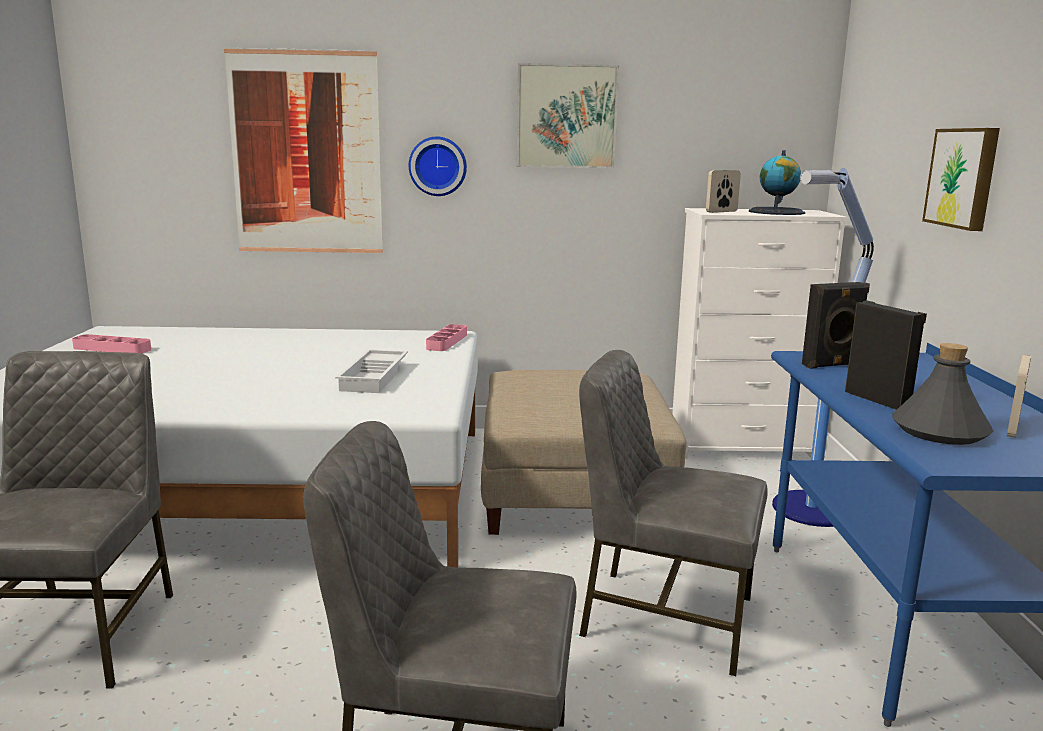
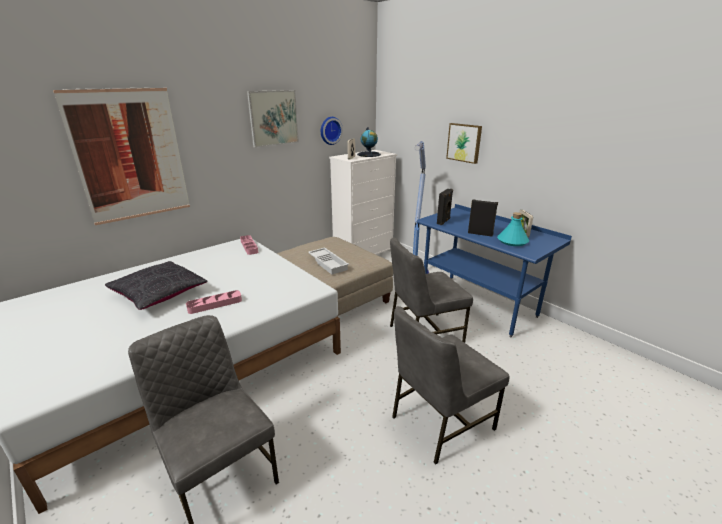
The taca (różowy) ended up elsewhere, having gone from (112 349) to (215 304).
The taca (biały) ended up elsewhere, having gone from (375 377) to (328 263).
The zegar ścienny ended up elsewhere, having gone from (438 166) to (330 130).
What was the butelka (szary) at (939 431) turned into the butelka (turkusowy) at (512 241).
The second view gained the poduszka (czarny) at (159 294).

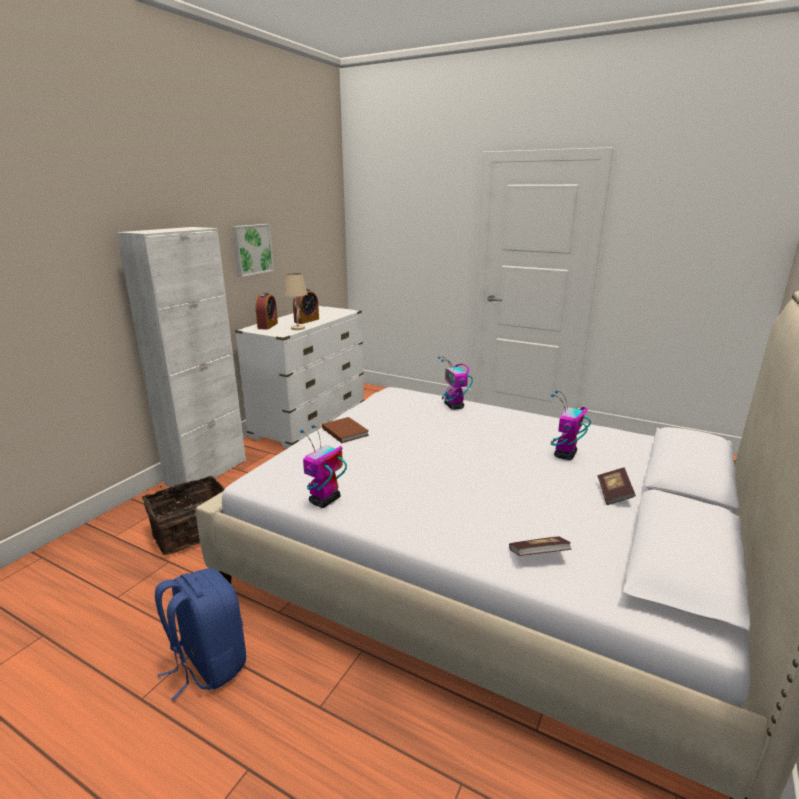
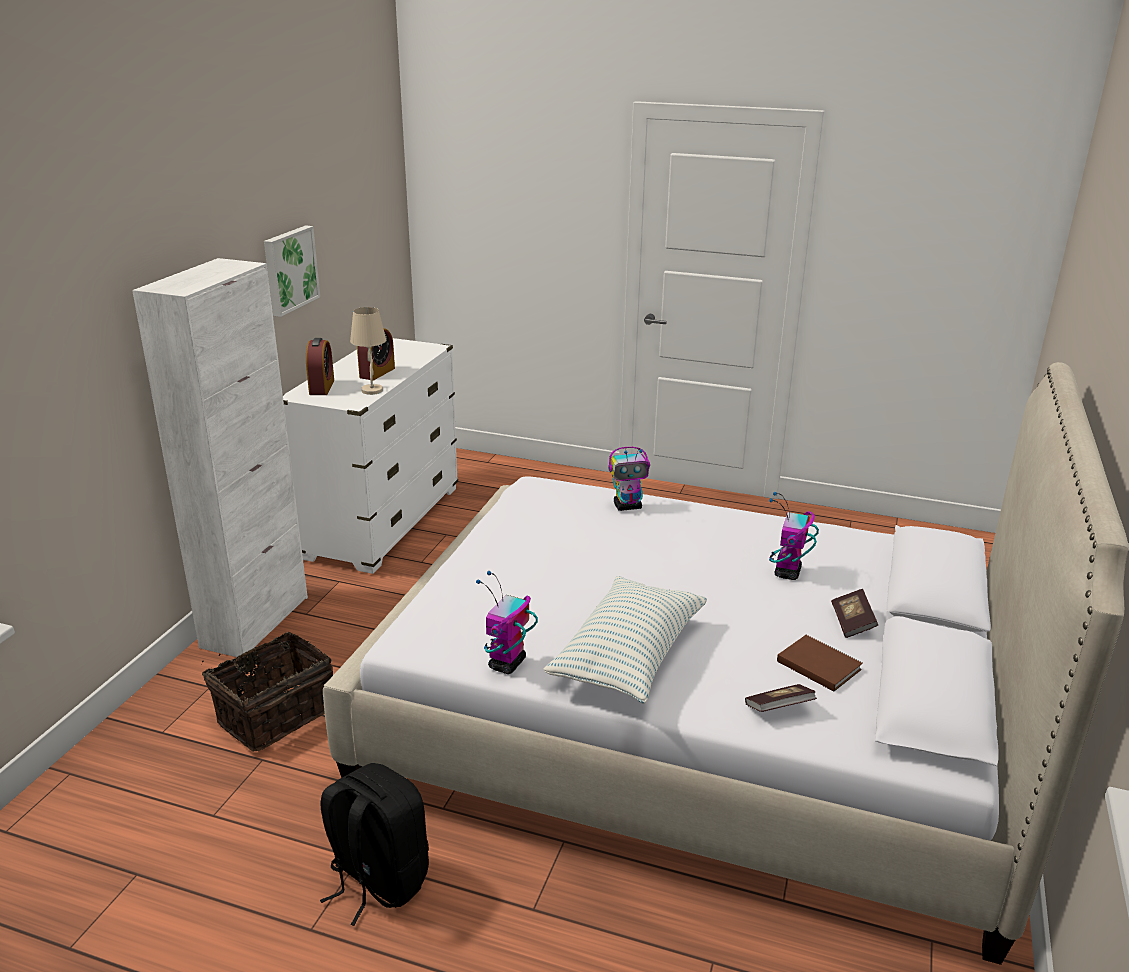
What was the plecak (niebieski) at (208 664) turned into the plecak (czarny) at (377 880).
The książka (brązowy) ended up elsewhere, having gone from (345 431) to (817 664).
The robot zabawkowy at (454 406) ended up facing another way, 75 degrees counterclockwise from before.
The second view gained the poduszka at (628 656).

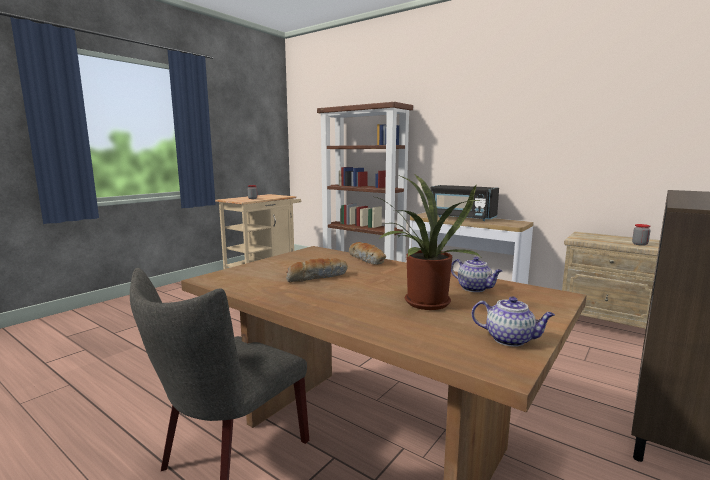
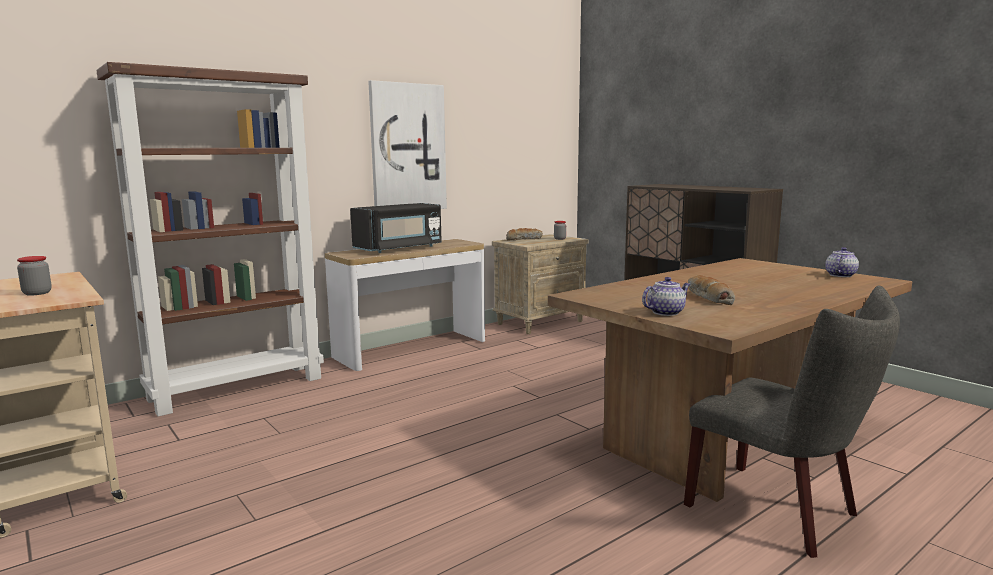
The chleb ended up elsewhere, having gone from (367 260) to (524 239).
The second view lost the roślina doniczkowa at (423 304).
The imbryk ended up elsewhere, having gone from (475 288) to (666 312).
The second view gained the obraz at (408 148).

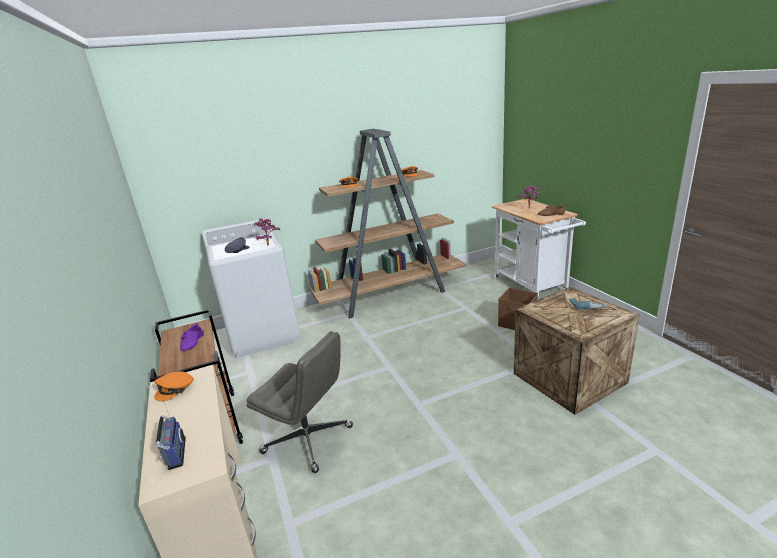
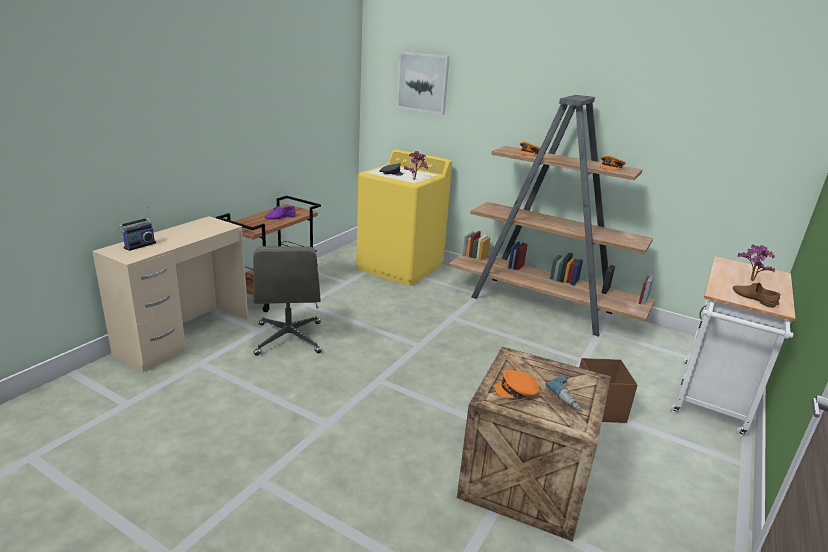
The czapka z daszkiem (pomarańczowy) ended up elsewhere, having gone from (175 389) to (517 391).
What was the pralka (biały) at (263 334) turned into the pralka (żółty) at (400 267).
The second view gained the obraz at (423 82).

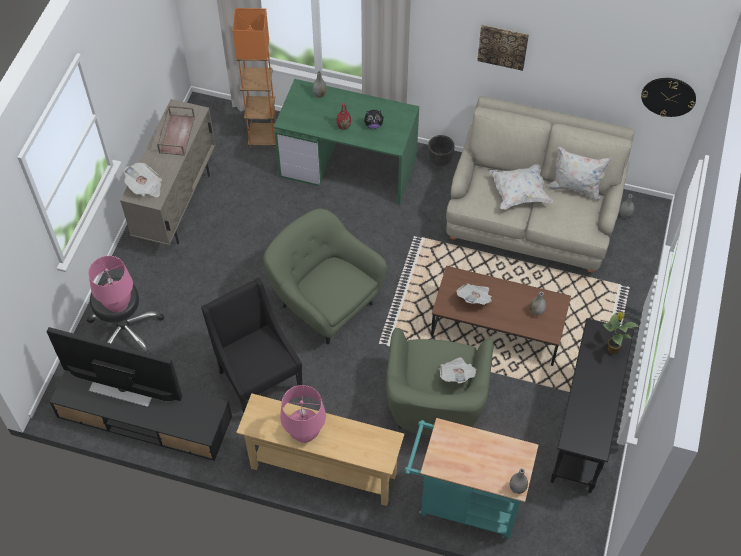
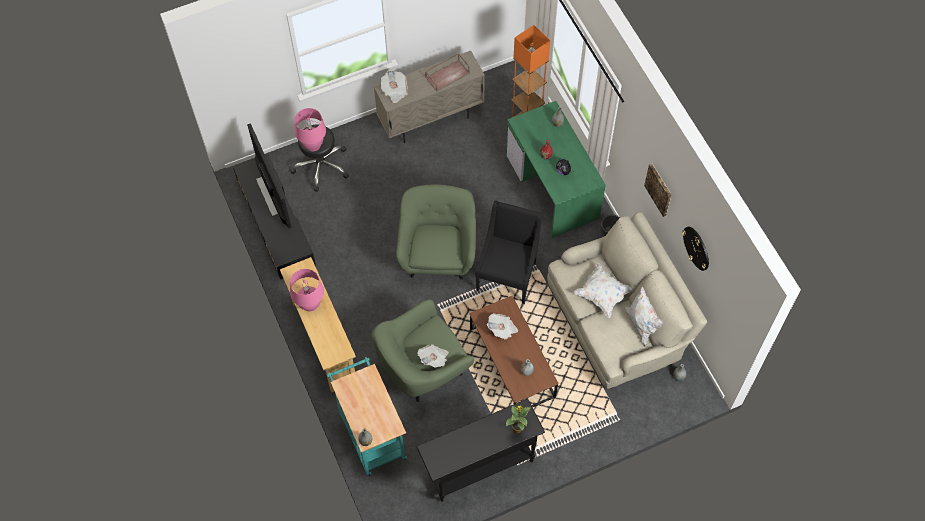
The fotel (czarny) ended up elsewhere, having gone from (258 379) to (507 275).
The zegar ścienny ended up elsewhere, having gone from (668 96) to (696 248).

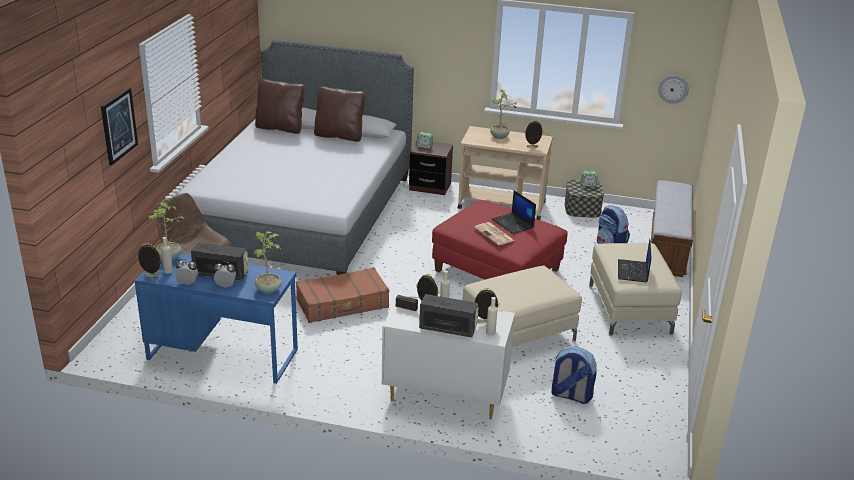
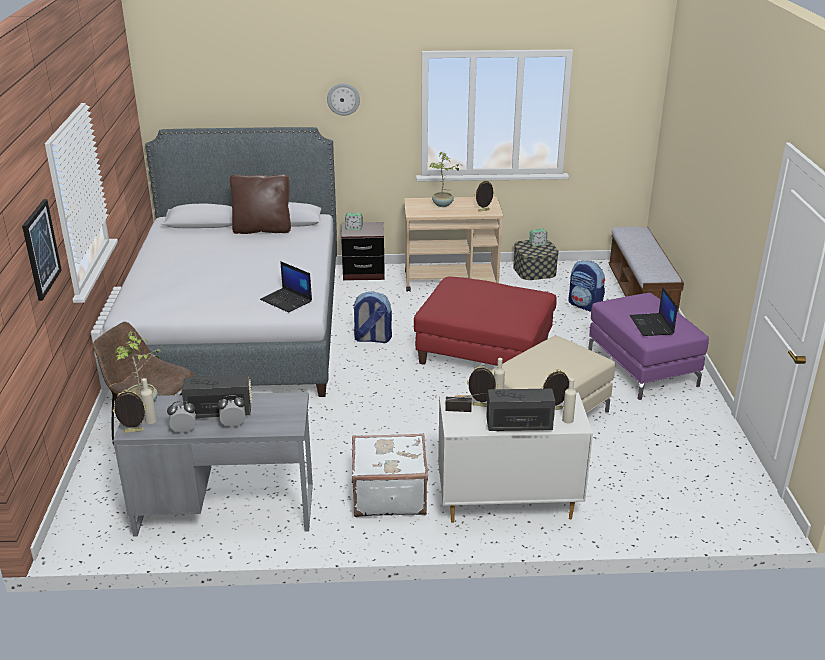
What was the biurko (niebieski) at (222 354) turned into the biurko (szary) at (225 509).
The second view lost the roślina doniczkowa at (269 289).
The second view lost the poduszka (brązowy) at (280 128).
The second view lost the walizka (brązowy) at (343 304).
The second view lost the gazeta at (495 234).
The laptop ended up elsewhere, having gone from (513 223) to (287 300).
The plecak ended up elsewhere, having gone from (570 395) to (372 339).
What was the pufa (beżowy) at (630 310) turned into the pufa (fioletowy) at (643 368).
The zegar ścienny ended up elsewhere, having gone from (673 89) to (343 99).
The second view gained the walizka (biały) at (388 495).

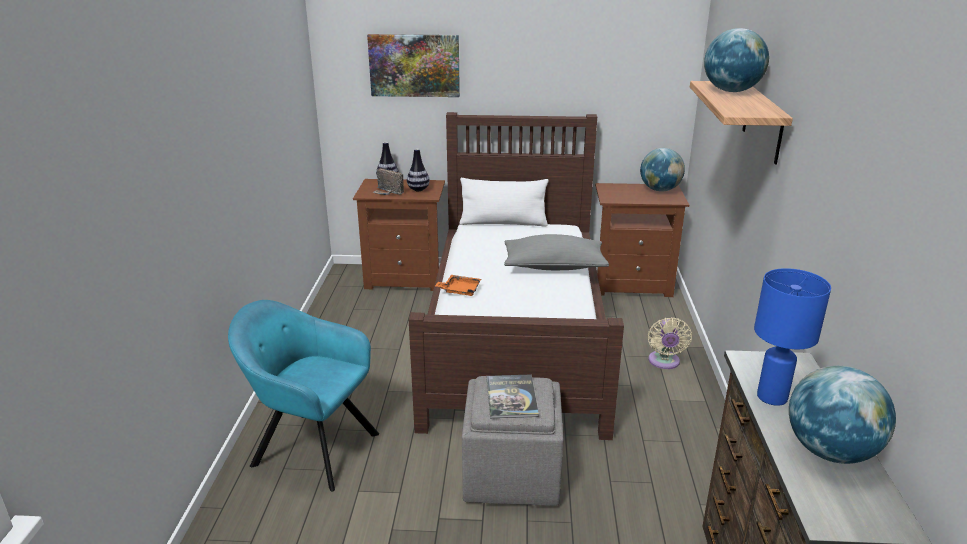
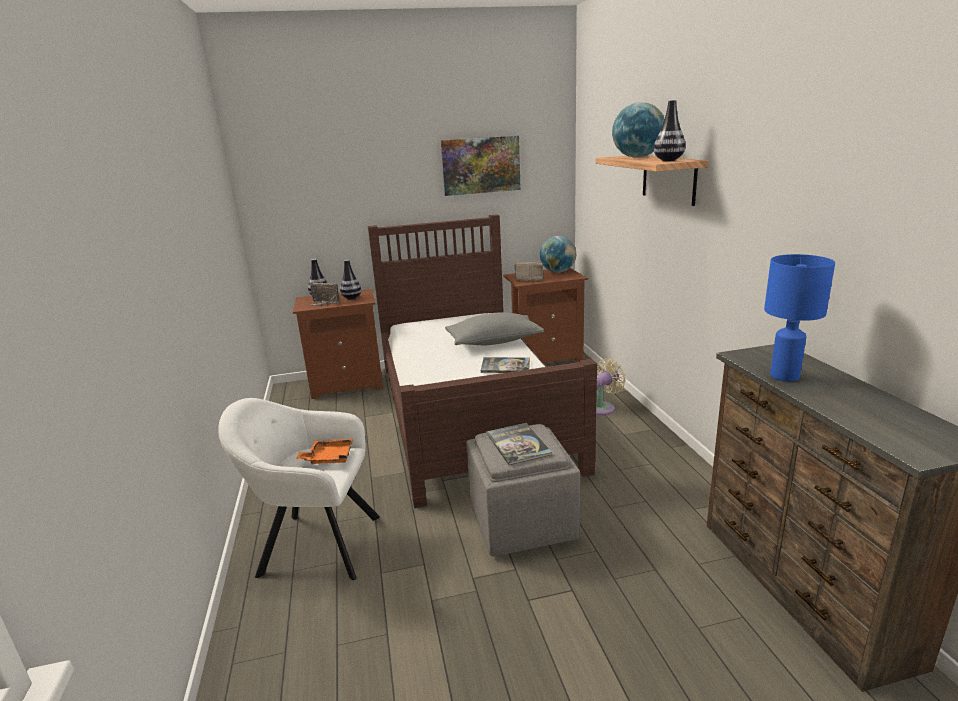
What was the fotel (turkusowy) at (311 448) turned into the fotel (biały) at (315 544).
The obraz ended up elsewhere, having gone from (414 65) to (481 165).
The taca (pomarańczowy) ended up elsewhere, having gone from (460 290) to (329 458).
The second view lost the poduszka (biały) at (503 223).
The wentylator (beżowy) at (664 362) ended up facing another way, 120 degrees counterclockwise from before.
The second view lost the globus at (830 451).
The second view gained the książka at (505 366).
The second view gained the radio at (528 279).
The second view gained the wazon at (668 160).

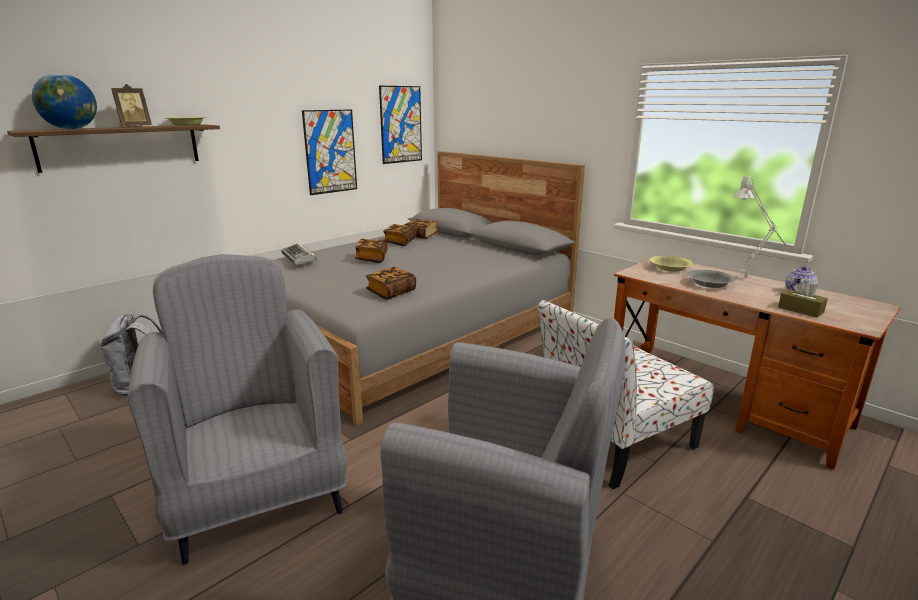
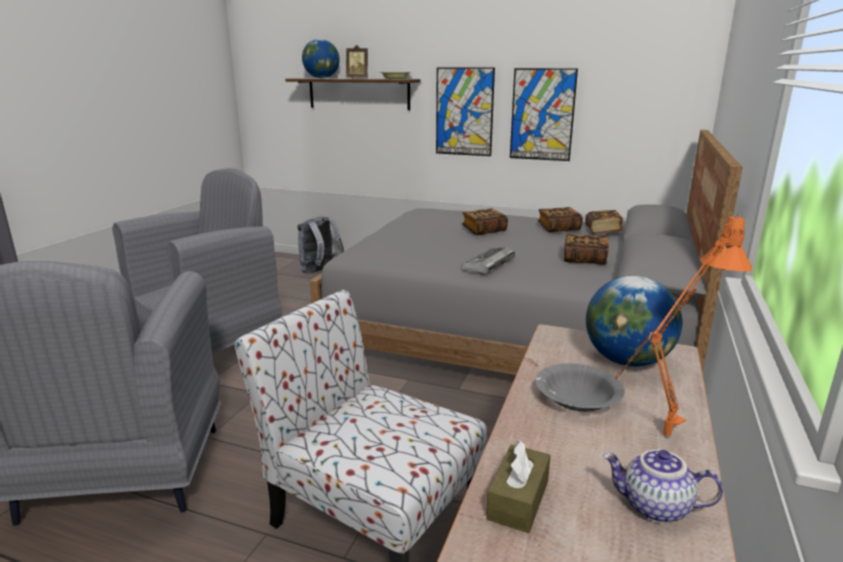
The klawiatura ended up elsewhere, having gone from (299 258) to (488 265).
The książka ended up elsewhere, having gone from (391 292) to (584 259).
The obraz ended up elsewhere, having gone from (401 124) to (464 112).
Where the miska (żółty) stood at (670 268), the globus came to stand at (627 361).
What was the lampa stołowa (szary) at (749 281) turned into the lampa stołowa (pomarańczowy) at (659 441).

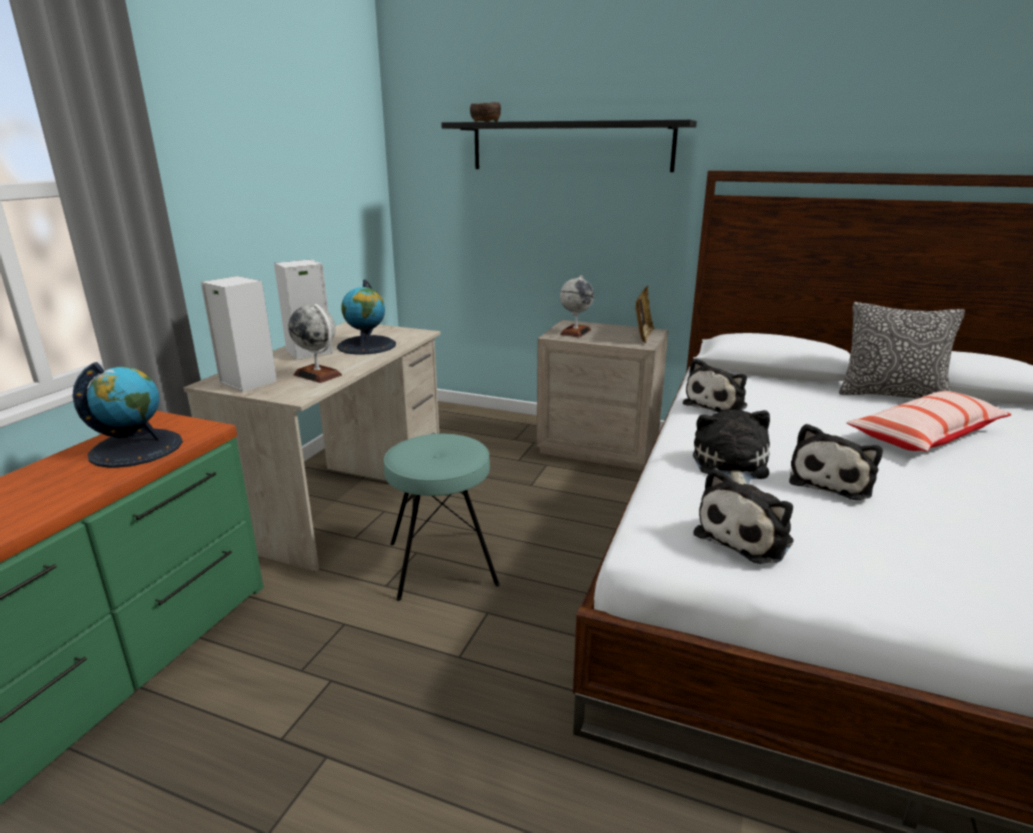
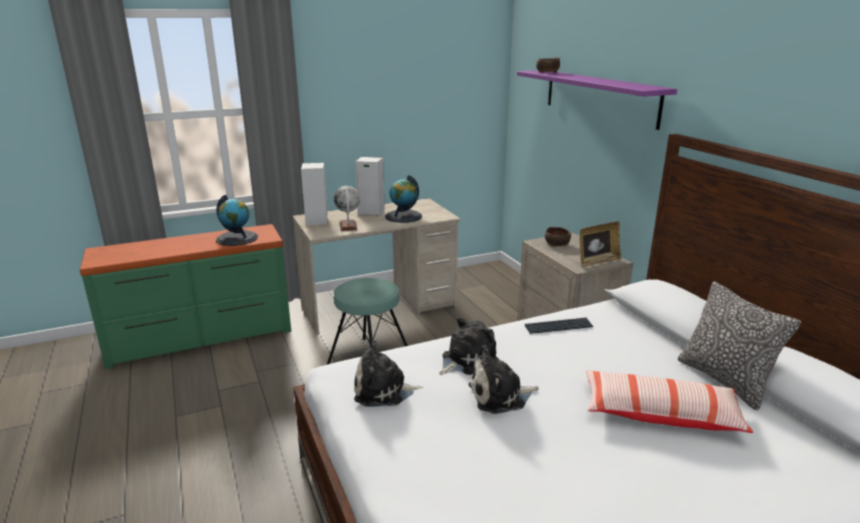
What was the półka (czarny) at (570 146) turned into the półka (fioletowy) at (599 97).
Where the globus stood at (575 332), the miska (brązowy) came to stand at (557 244).
Where the pluszak stood at (717 404), the klawiatura came to stand at (558 327).

